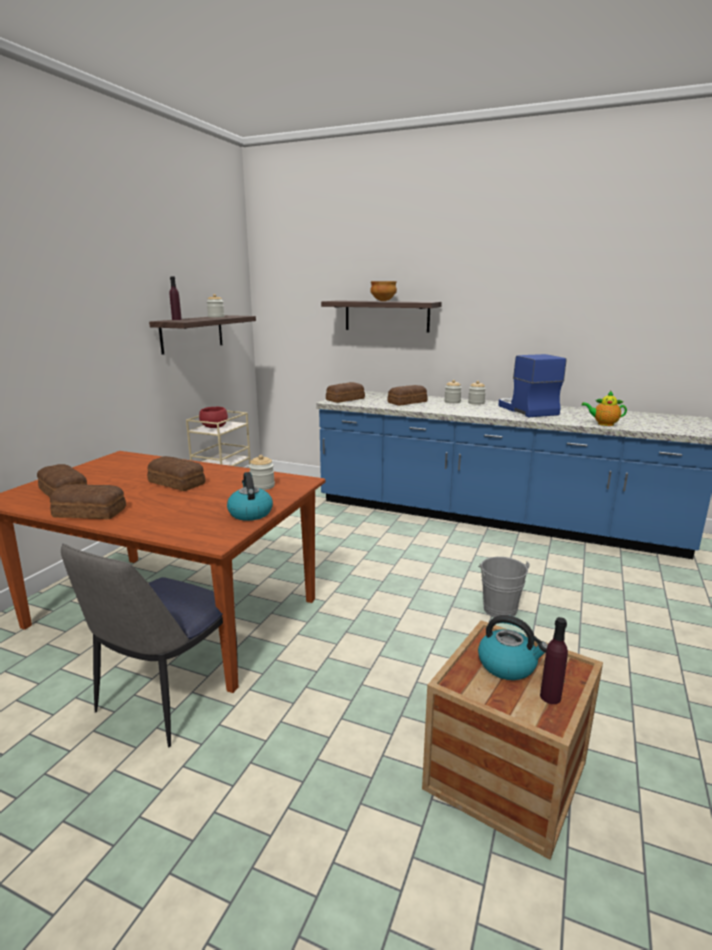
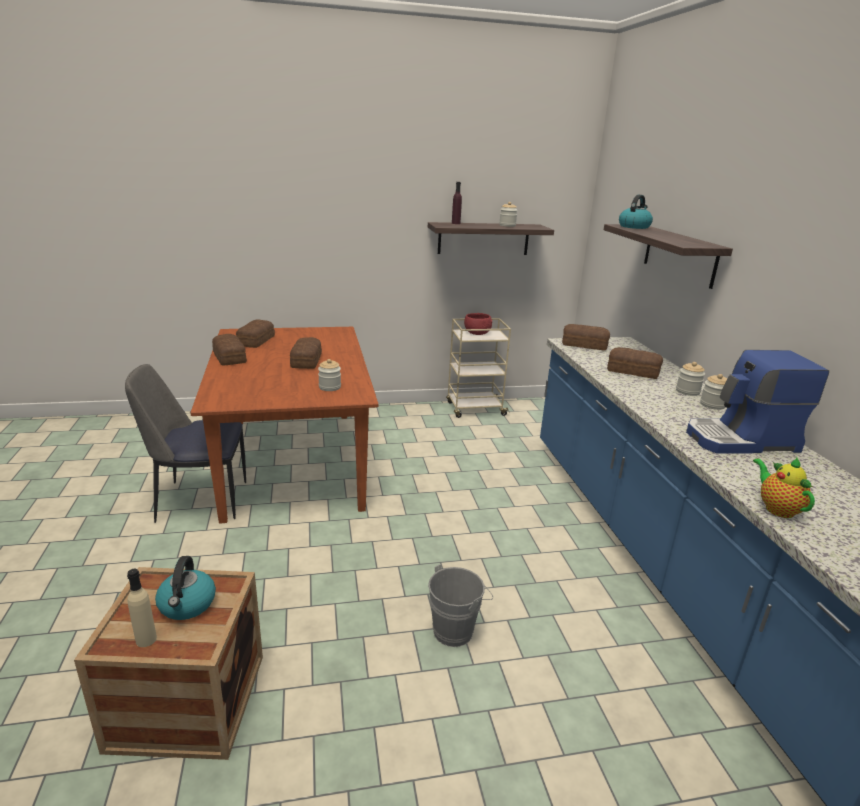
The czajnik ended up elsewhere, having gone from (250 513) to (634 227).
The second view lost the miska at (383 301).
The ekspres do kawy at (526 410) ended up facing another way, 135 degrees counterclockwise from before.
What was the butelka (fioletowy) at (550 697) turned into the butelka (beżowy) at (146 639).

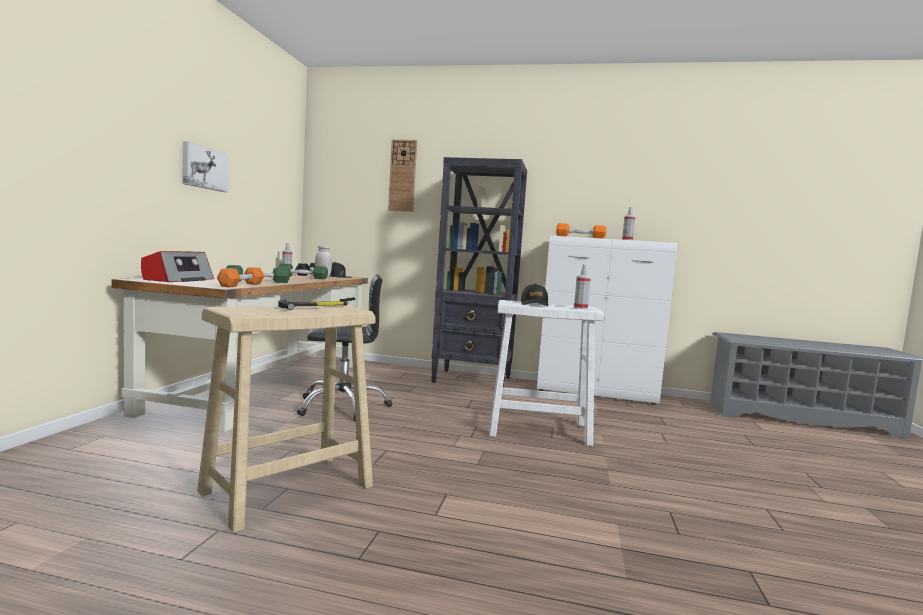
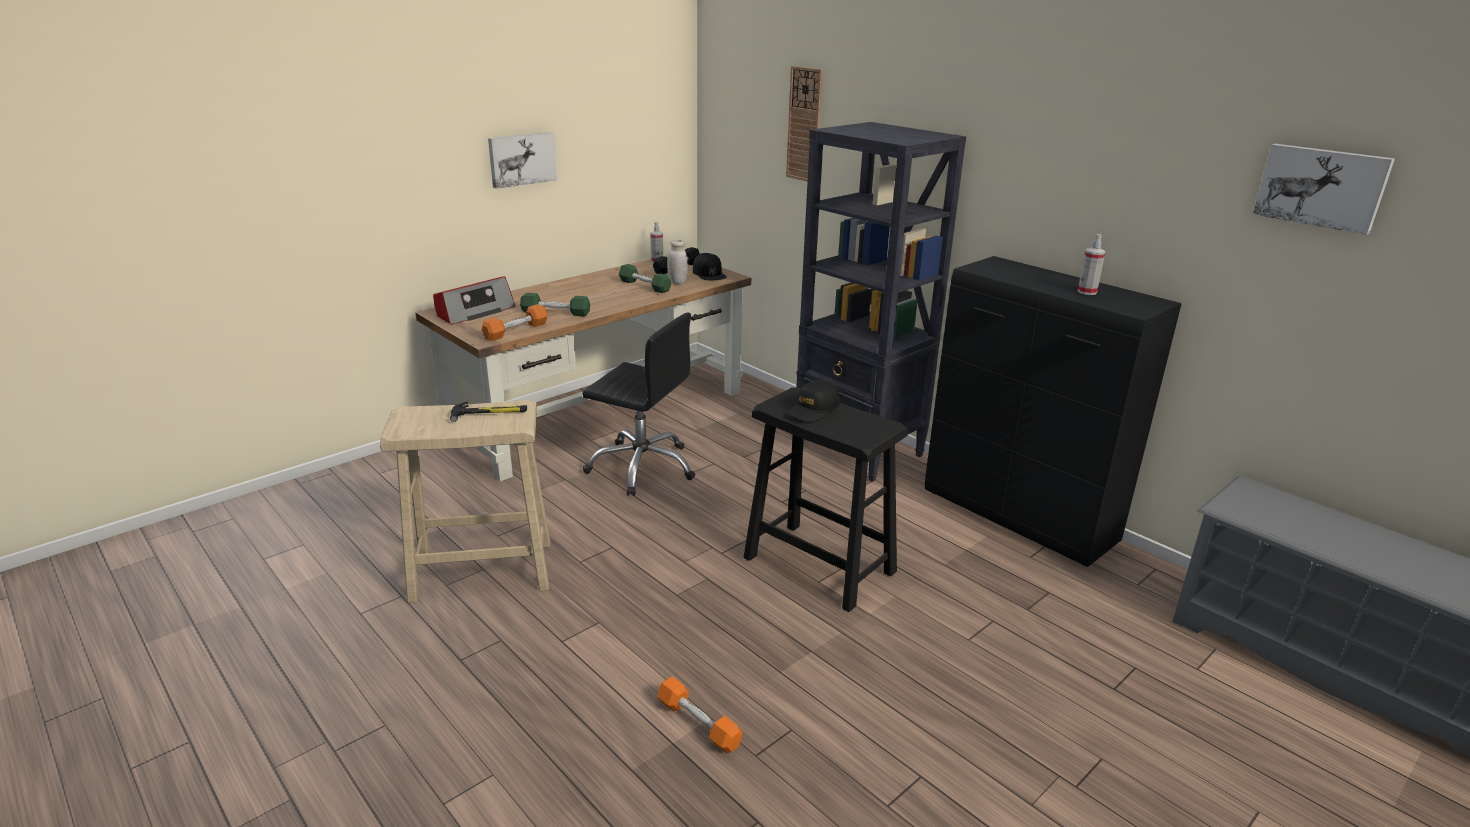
What was the stołek (biały) at (539 430) turned into the stołek (czarny) at (820 565).
What was the szafka (biały) at (596 393) turned into the szafka (czarny) at (1019 518).
The hantel (pomarańczowy) ended up elsewhere, having gone from (580 237) to (698 723).
The second view lost the spryskiwacz at (580 308).
The second view gained the obraz at (1321 187).

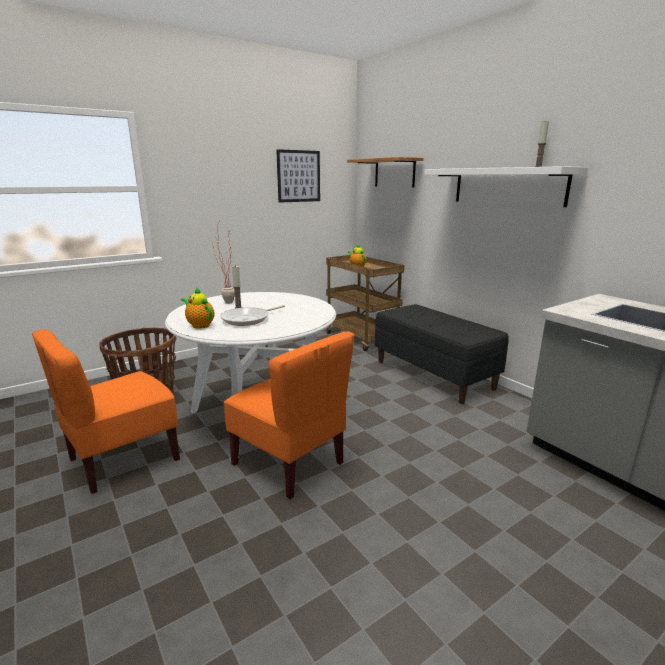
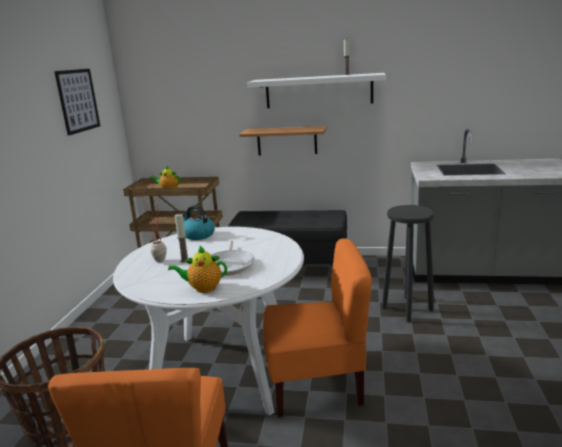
The półka ended up elsewhere, having gone from (394 173) to (287 141).
The second view gained the czajnik at (198 235).
The second view gained the stołek (czarny) at (407 309).

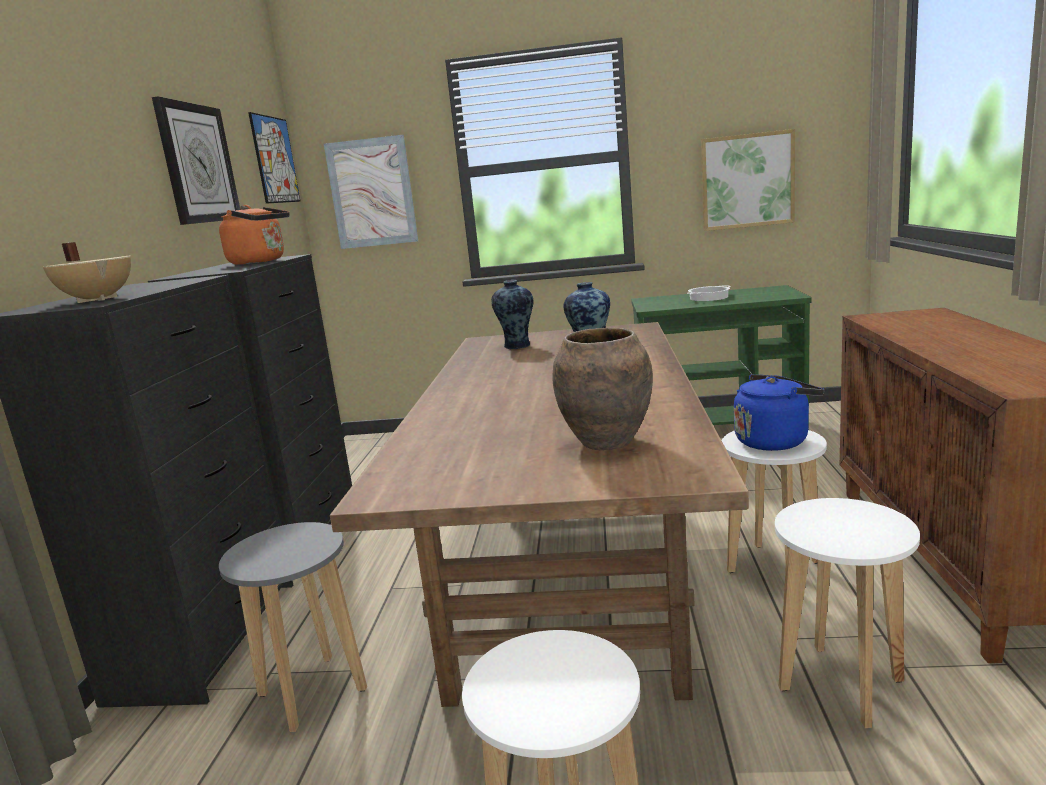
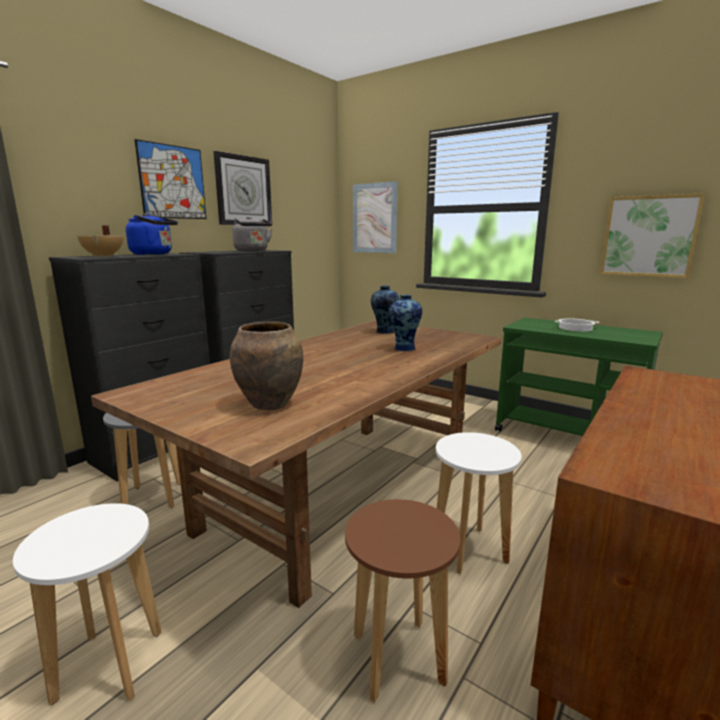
What was the czajnik (pomarańczowy) at (261 262) turned into the czajnik (szary) at (252 251).
The obraz ended up elsewhere, having gone from (275 160) to (172 182).
The czajnik (niebieski) ended up elsewhere, having gone from (774 441) to (154 254).
What was the stołek (biały) at (841 685) turned into the stołek (brązowy) at (398 659).

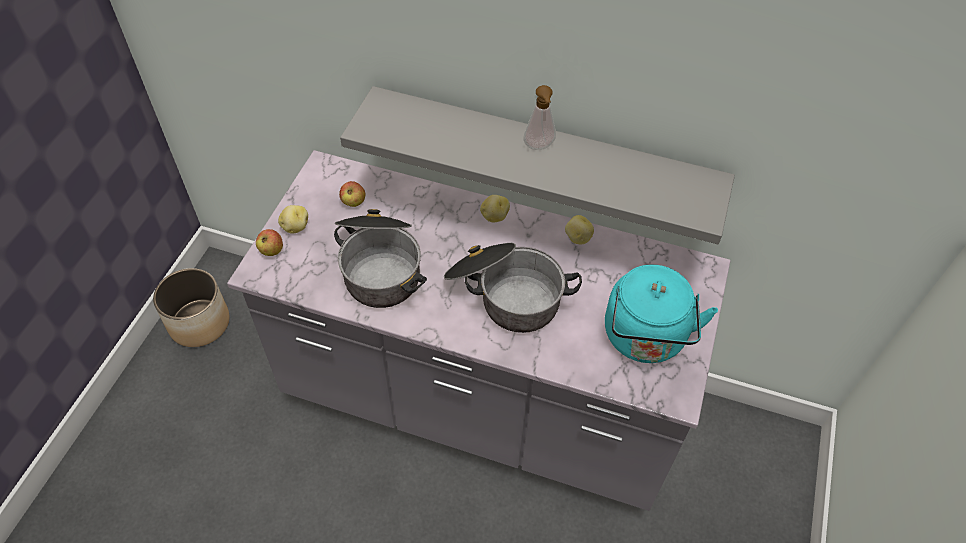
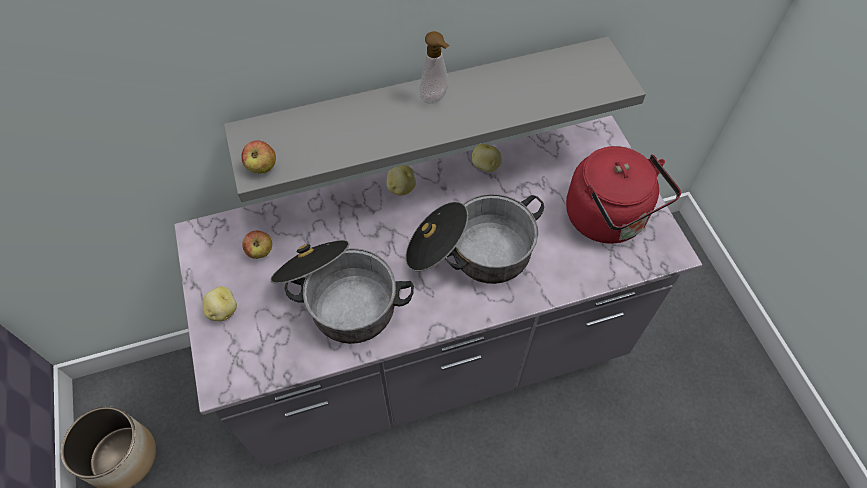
The jabłko ended up elsewhere, having gone from (271 250) to (262 167).
What was the czajnik (turkusowy) at (645 339) turned into the czajnik (czerwony) at (609 220).

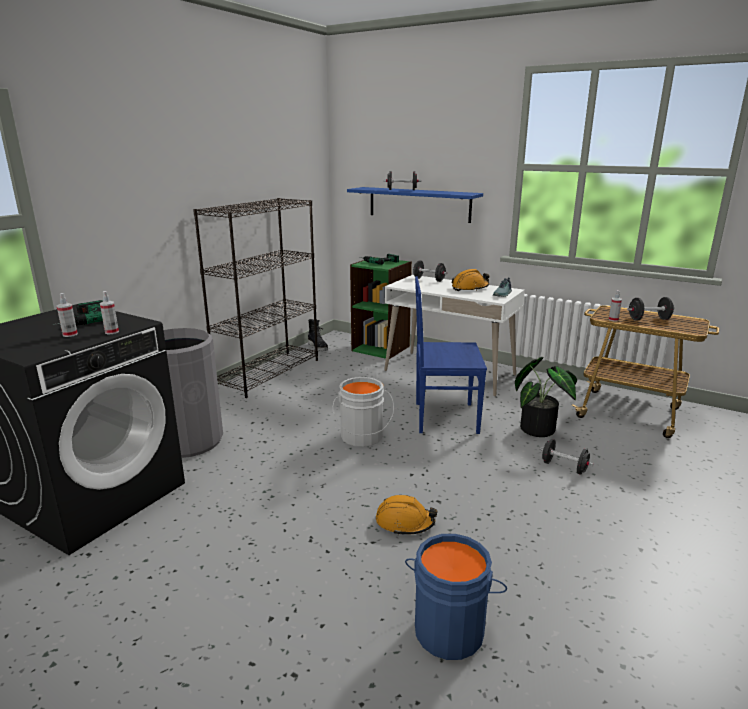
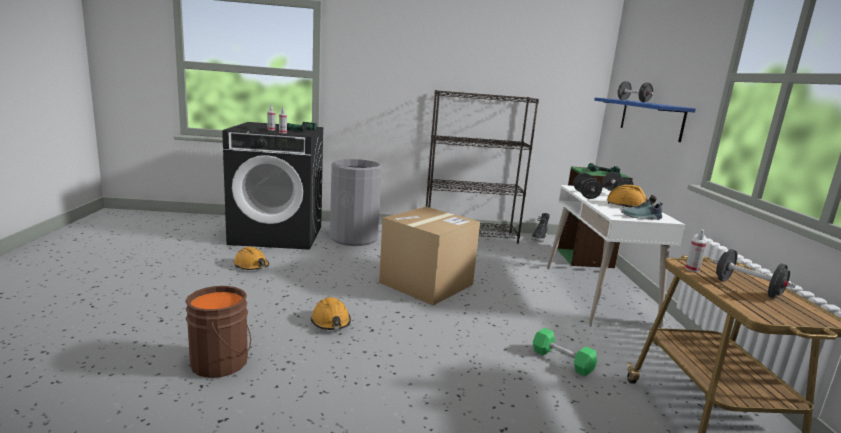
Where the wiadro (szary) stood at (362 437), the karton came to stand at (426 283).
What was the wiadro (niebieski) at (450 628) turned into the wiadro (brązowy) at (223 362).
The second view lost the krzesło (niebieski) at (443 417).
Where the roślina doniczkowa stood at (542 429), the hantel (zielony) came to stand at (562 361).
The hantel (czarny) ended up elsewhere, having gone from (564 467) to (585 195).
The second view gained the kask (pomarańczowy) at (251 266).

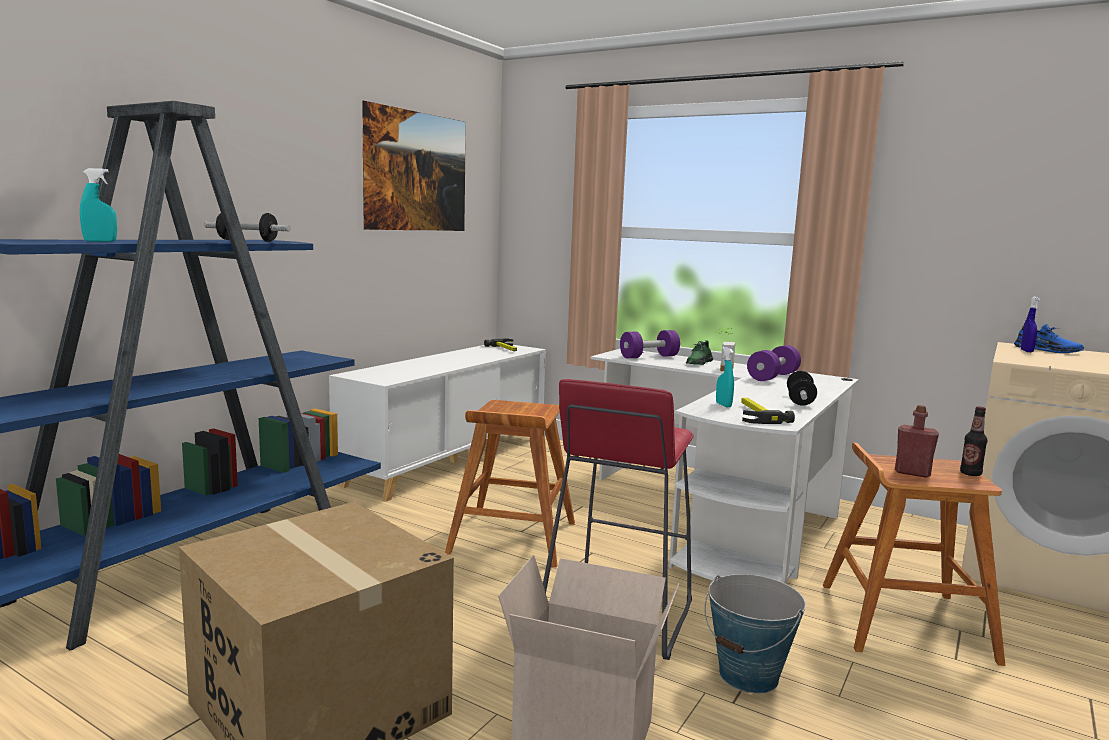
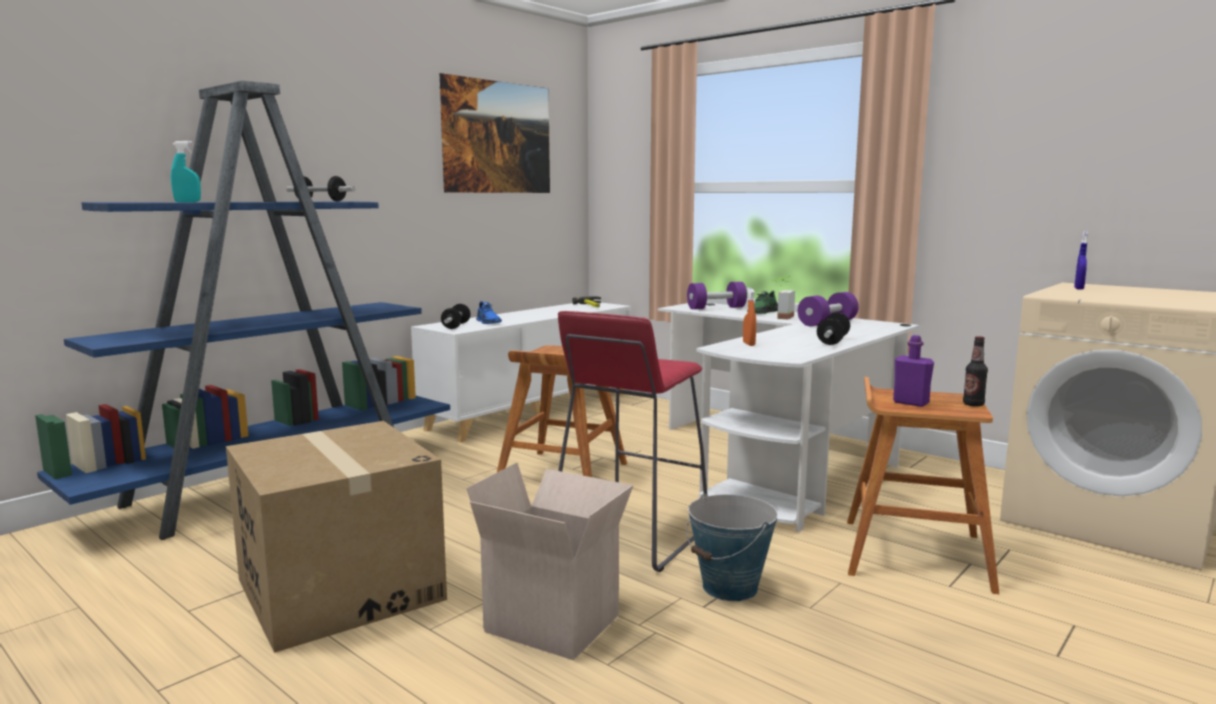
What was the spryskiwacz (turkusowy) at (723 405) turned into the spryskiwacz (pomarańczowy) at (748 344).
The second view lost the młotek at (755 414).
What was the butelka (czerwony) at (912 473) turned into the butelka (fioletowy) at (911 403).
The but (niebieski) ended up elsewhere, having gone from (1047 350) to (488 322).
The second view gained the hantel at (456 326).

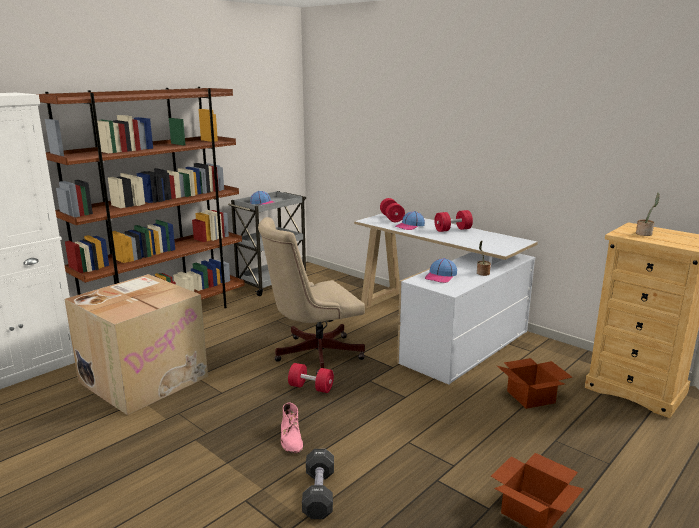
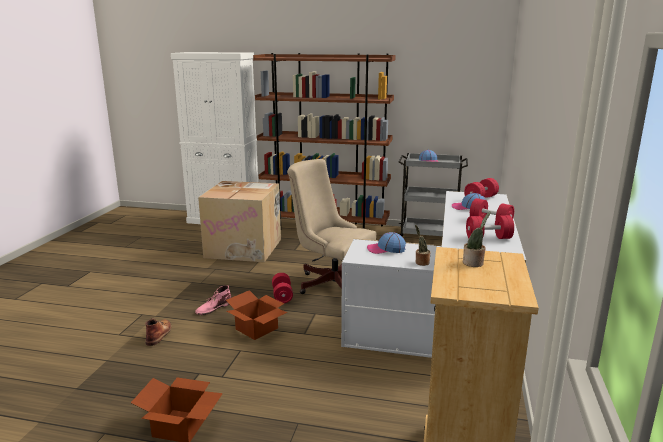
Where the hantel (czarny) stood at (319 494), the but z cholewką (brązowy) came to stand at (159 334).
The karton ended up elsewhere, having gone from (532 397) to (257 329).
The second view gained the hantel (czerwony) at (488 238).

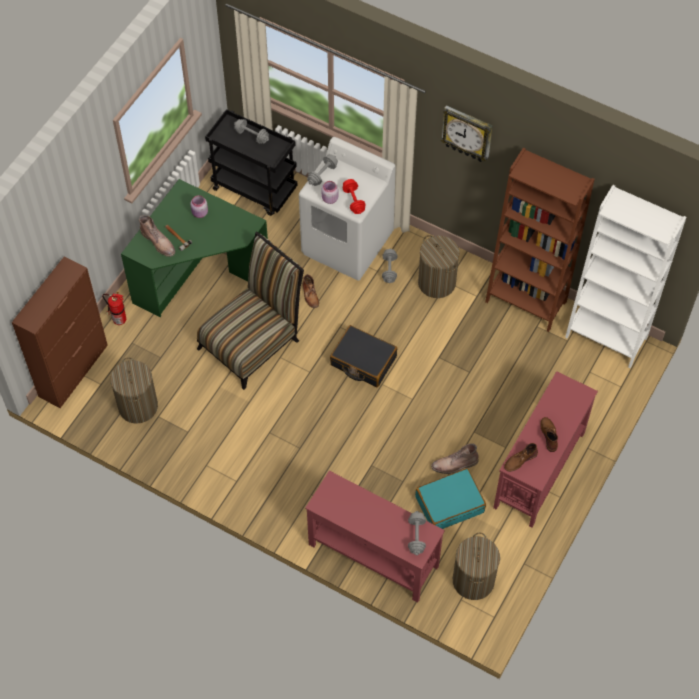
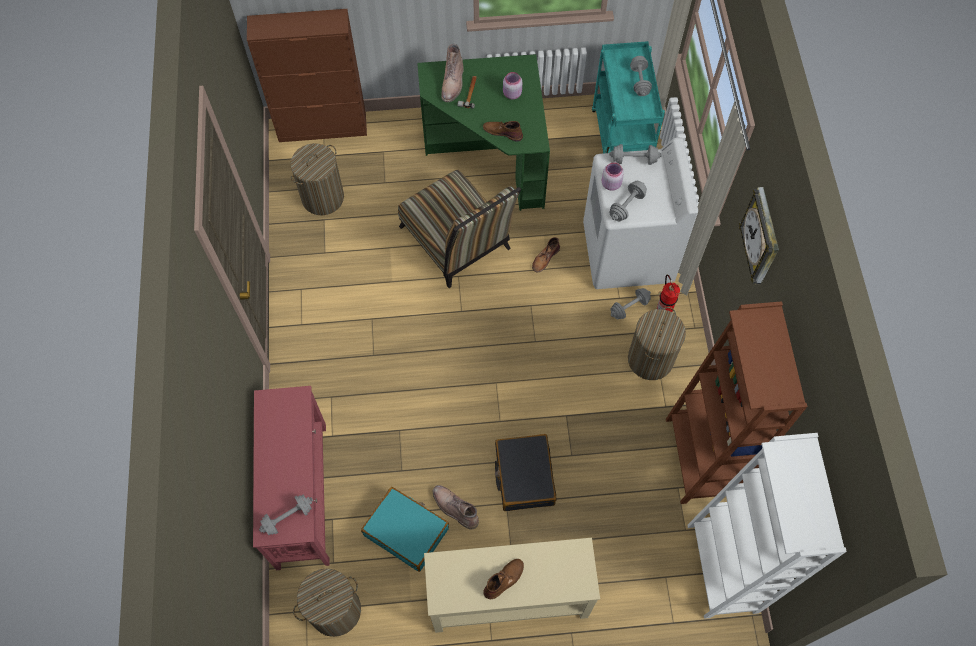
The gaśnica ended up elsewhere, having gone from (118 320) to (663 308).
The krzesło at (253 340) ended up facing another way, 45 degrees clockwise from before.
What was the wózek (czarny) at (255 189) turned into the wózek (turkusowy) at (621 141).
The walizka (czarny) ended up elsewhere, having gone from (363 361) to (524 476).
What was the hantel (czerwony) at (353 201) turned into the hantel (szary) at (626 206).
What was the stolik konsolowy (czerwony) at (538 470) turned into the stolik konsolowy (beżowy) at (508 597).
The but z cholewką (brązowy) ended up elsewhere, having gone from (520 460) to (502 132).

